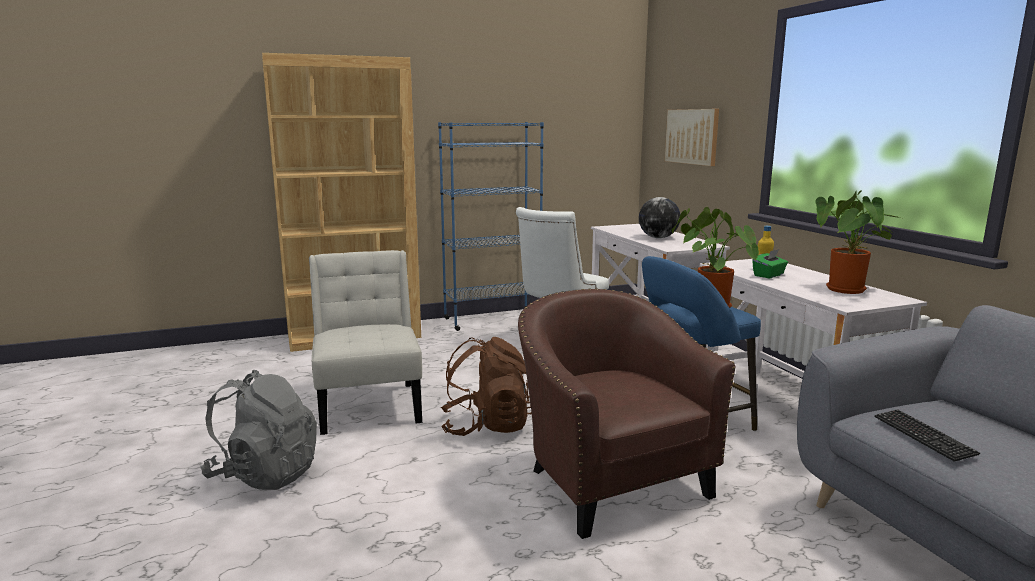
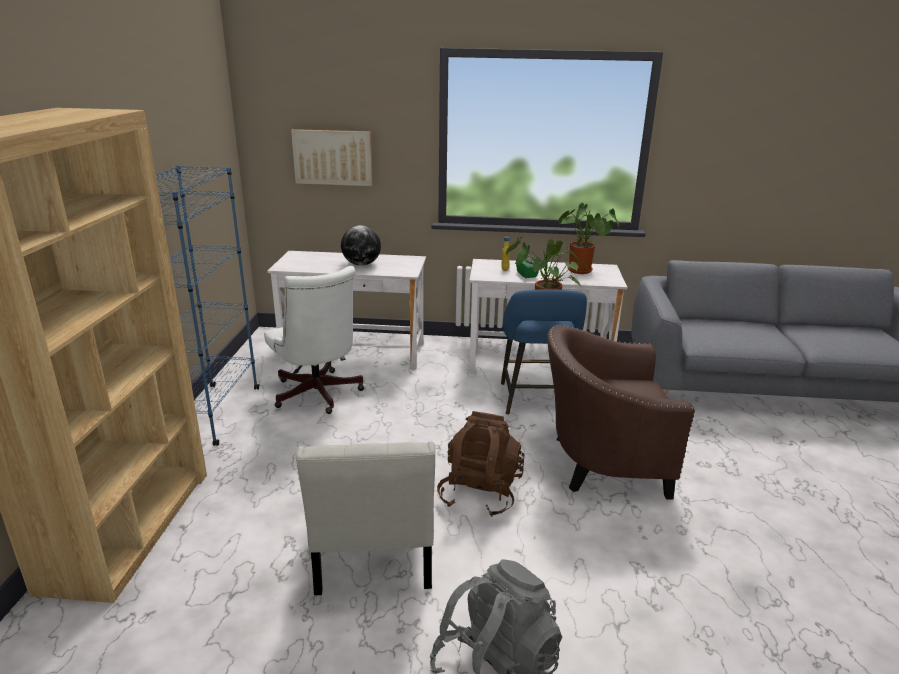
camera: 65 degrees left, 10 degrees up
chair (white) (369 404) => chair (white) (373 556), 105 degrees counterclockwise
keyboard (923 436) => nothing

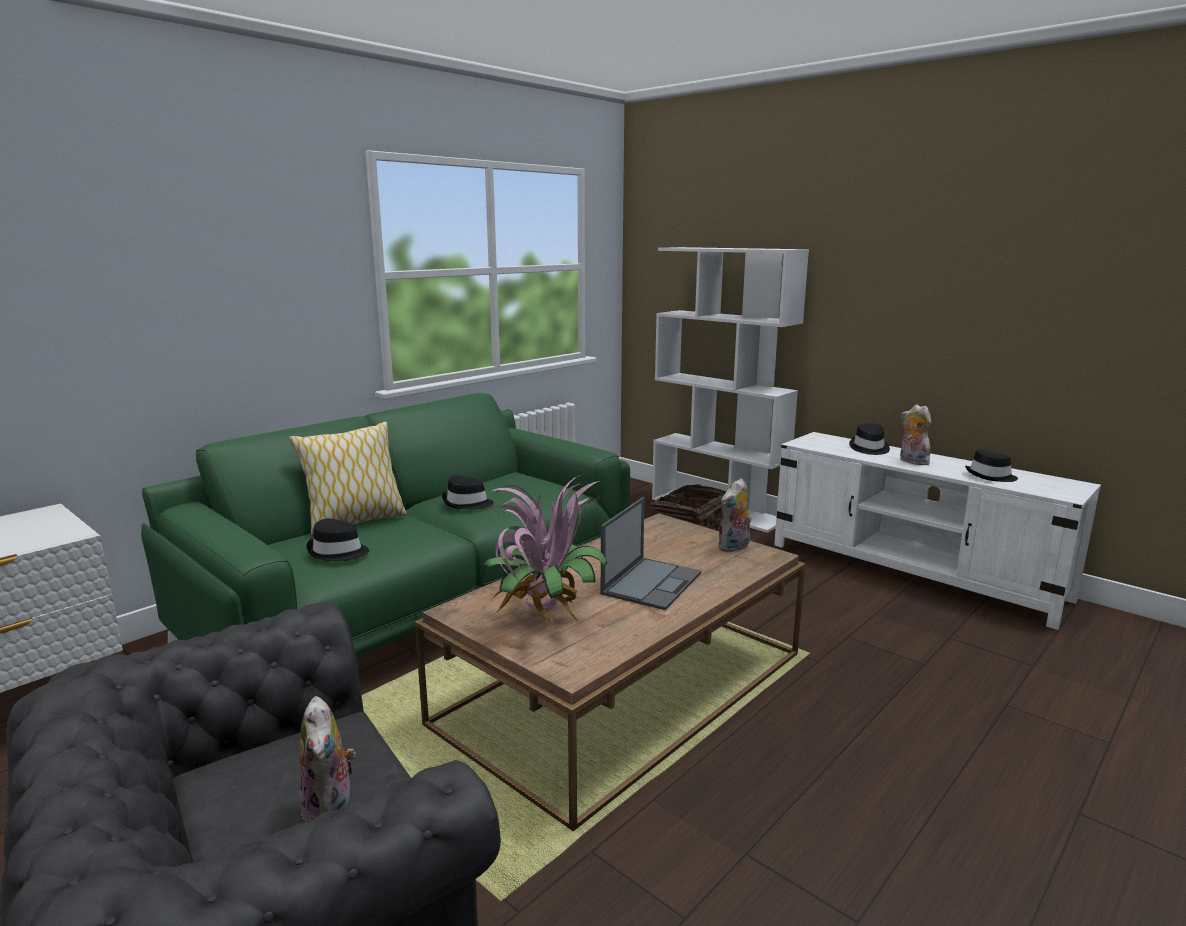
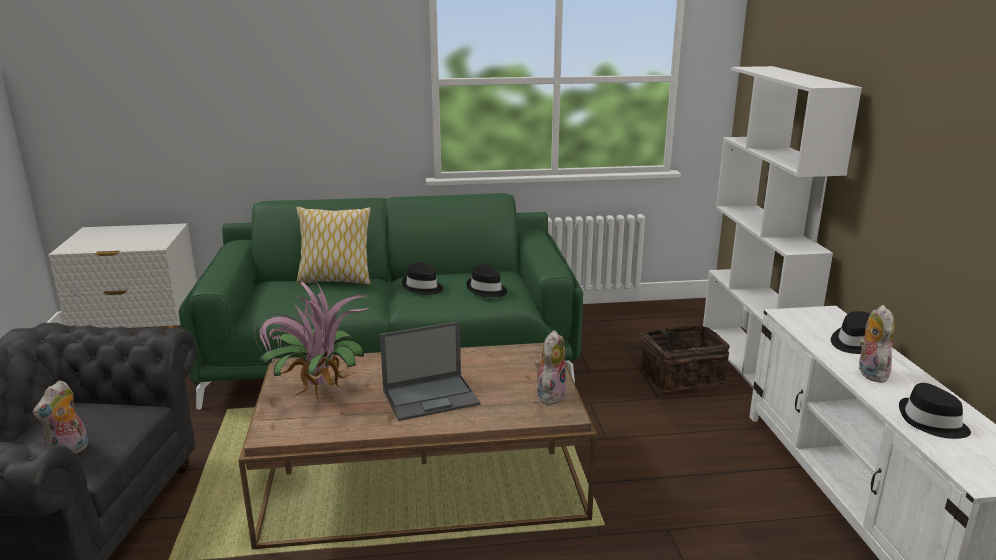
camera: 40 degrees right, 5 degrees up
hat (black) (337 552) => hat (black) (487 289), move
plush toy (734 547) => plush toy (550 394), 120 degrees clockwise

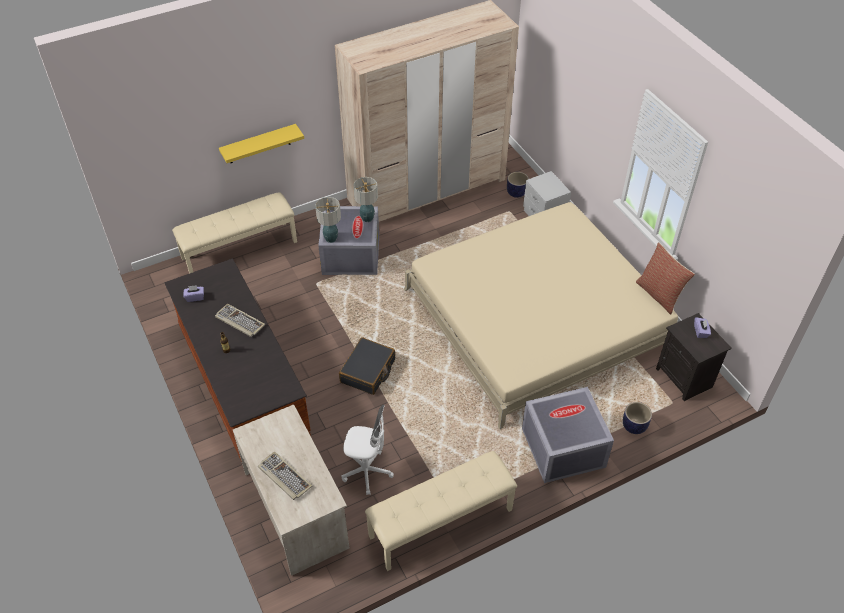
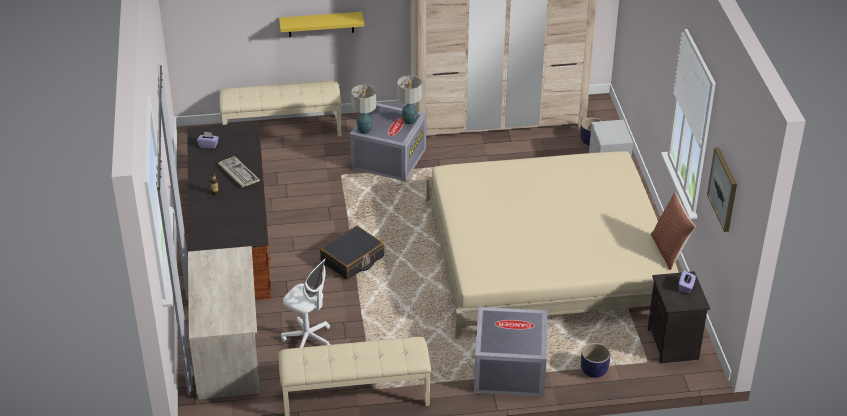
camera: 20 degrees right, 10 degrees down
nothing => picture (723 189)
keyboard (284 477) => nothing

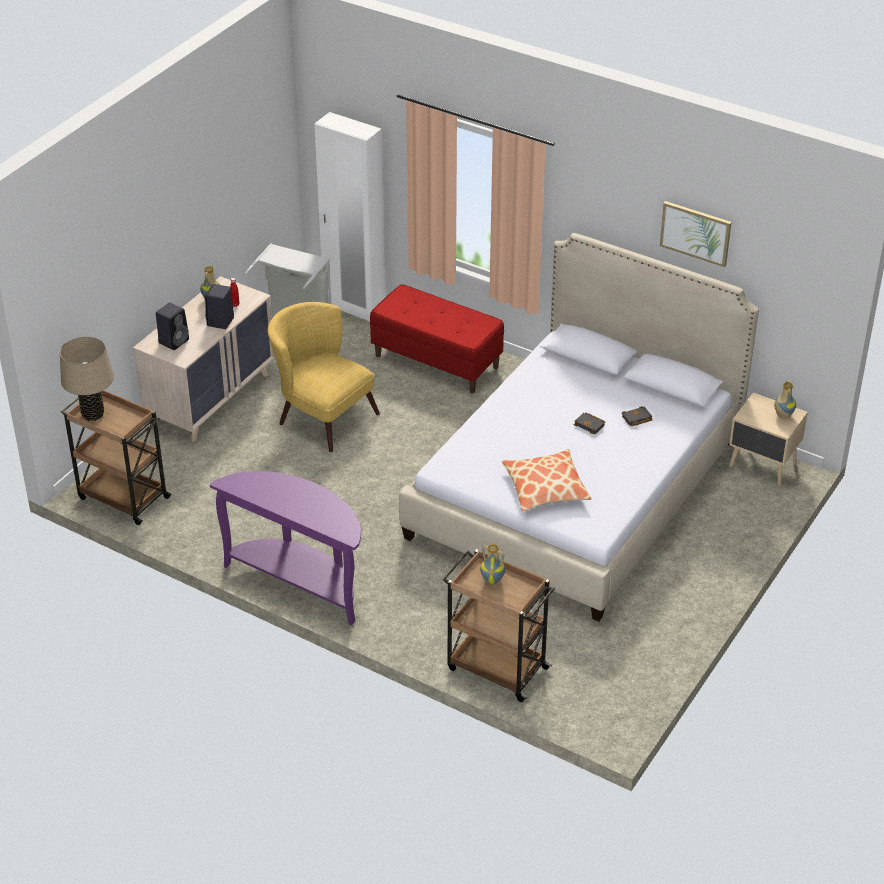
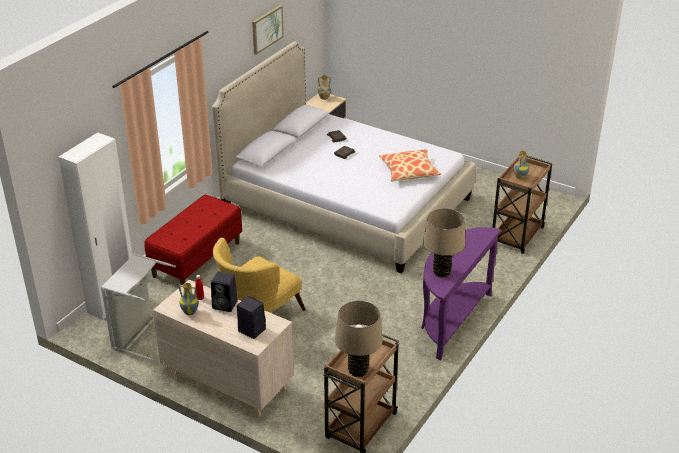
camera: 90 degrees left, 5 degrees down
nothing => table lamp (beige) (441 272)

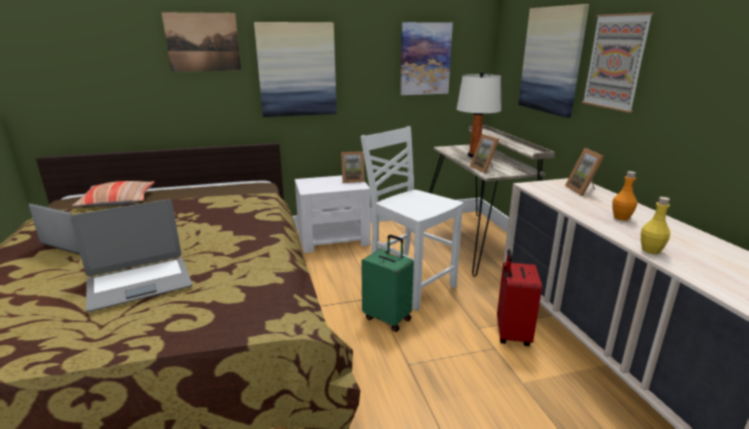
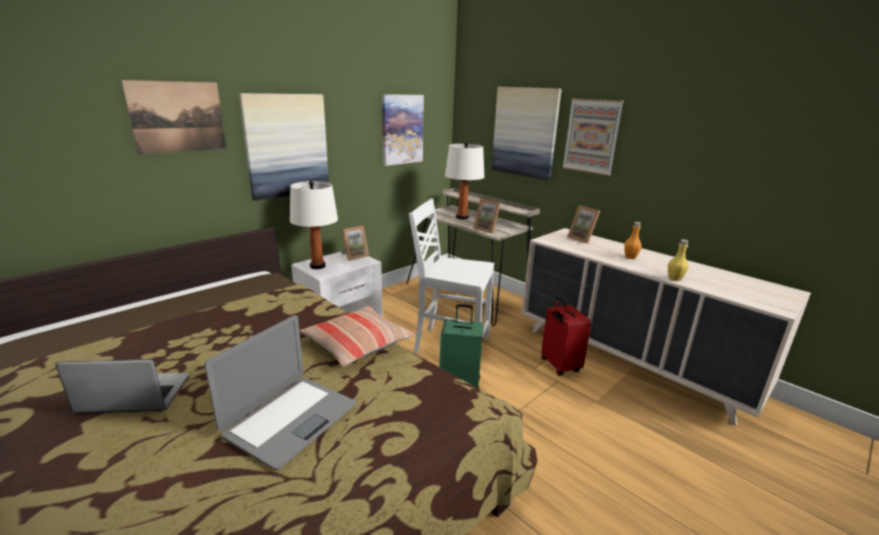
camera: 30 degrees left, 0 degrees up
nothing => table lamp (white) (317 266)
pillow (118 201) => pillow (357 344), move

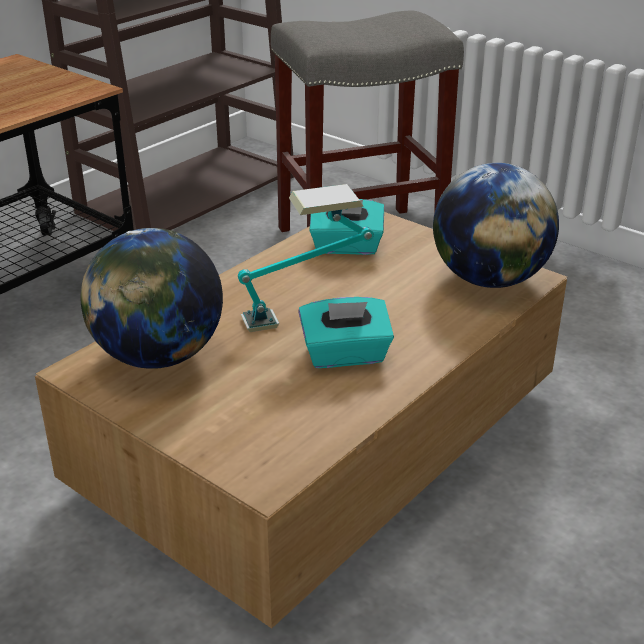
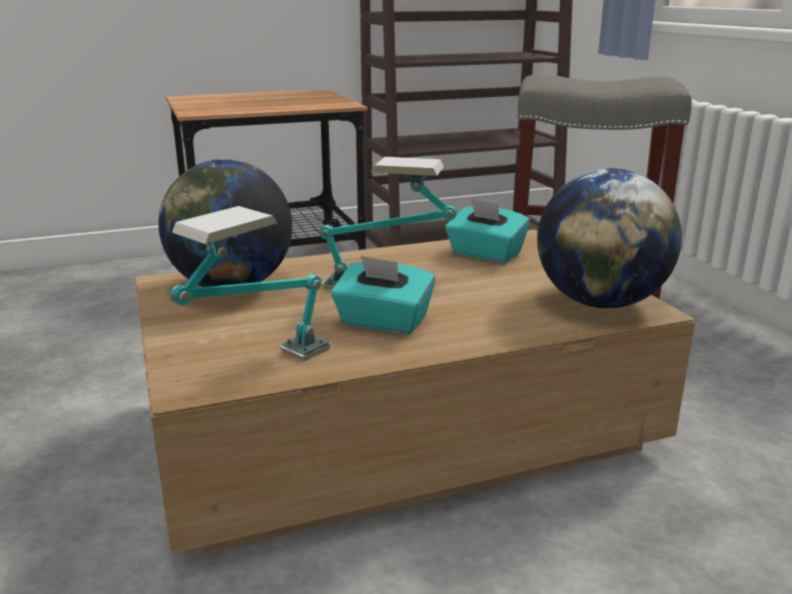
camera: 30 degrees right, 10 degrees down
nothing => table lamp (260 370)

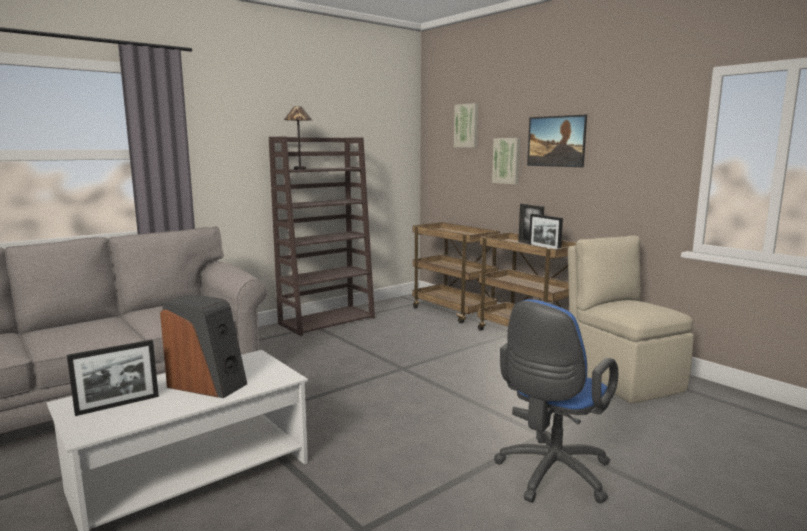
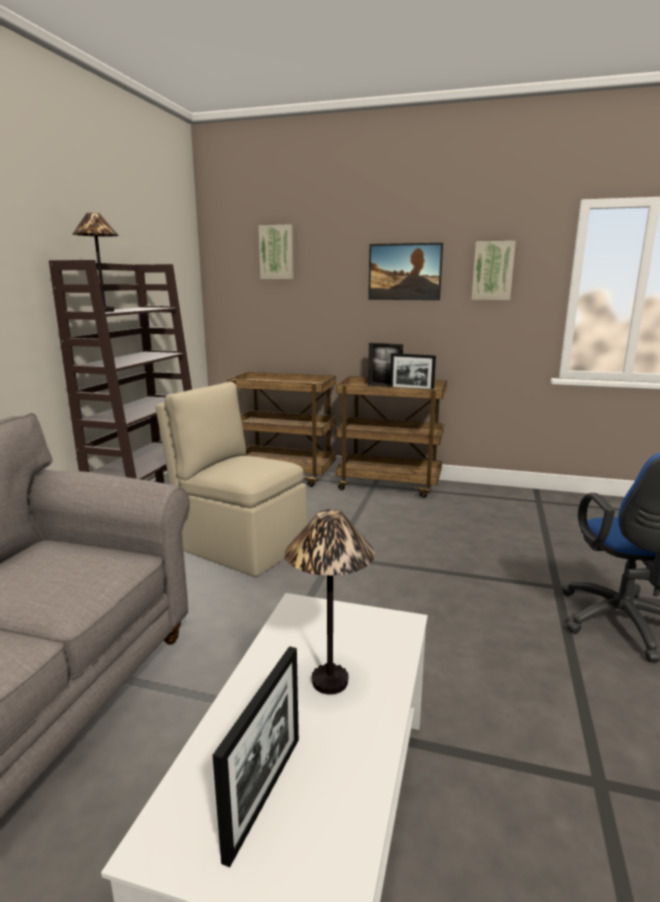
camera: 35 degrees left, 5 degrees up
chair (beige) (621 378) => chair (beige) (239 545), move
speaker (208 384) => table lamp (329 681)
picture (507 160) => picture (493 271), move

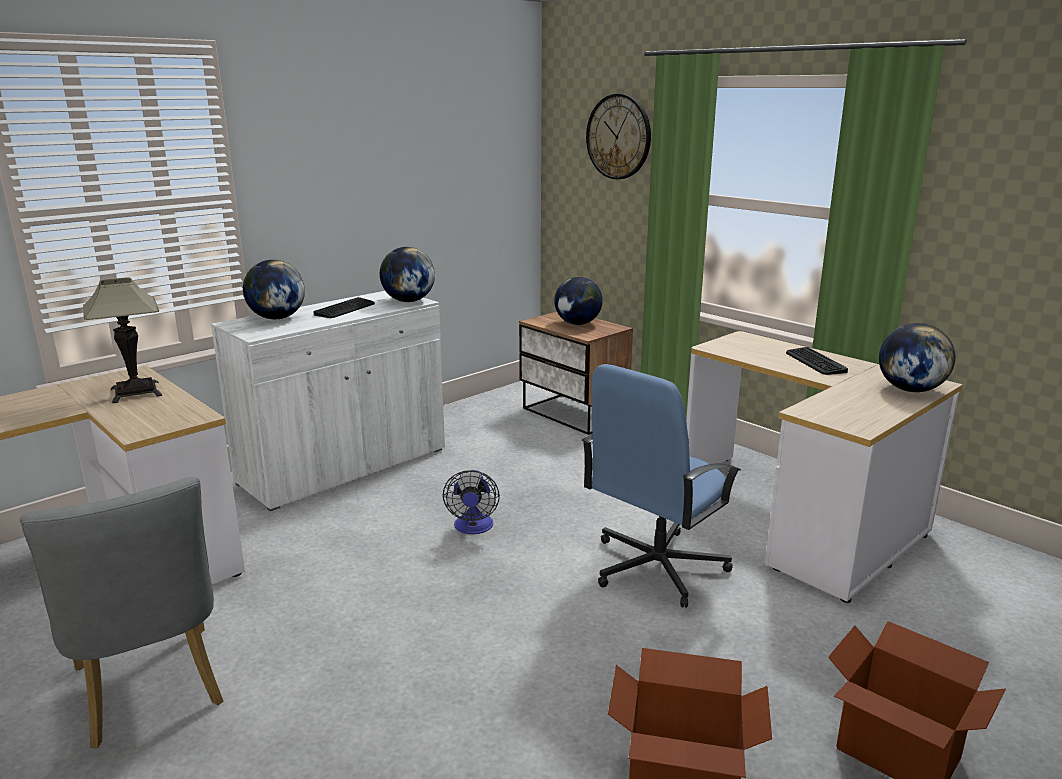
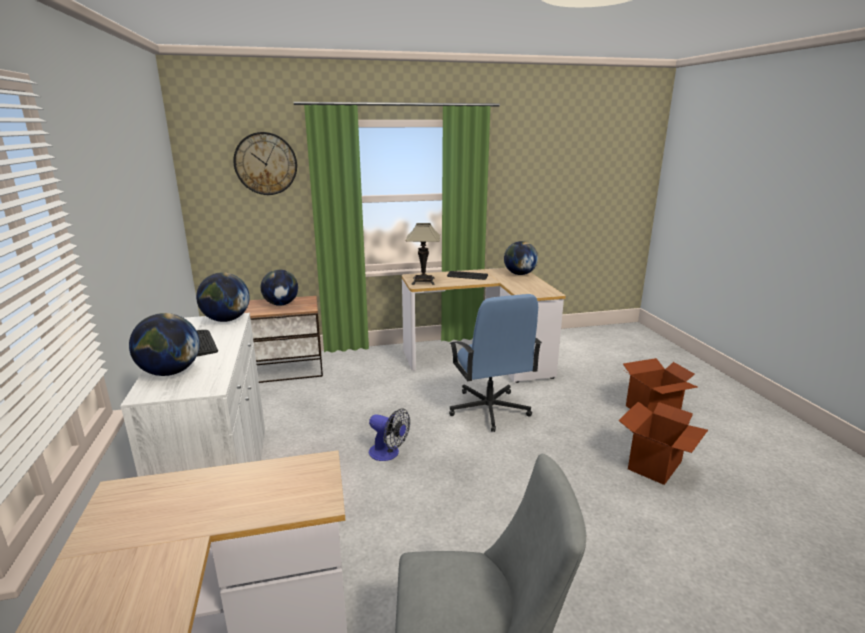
camera: 60 degrees left, 0 degrees up
table lamp (136 392) => table lamp (423 281), move

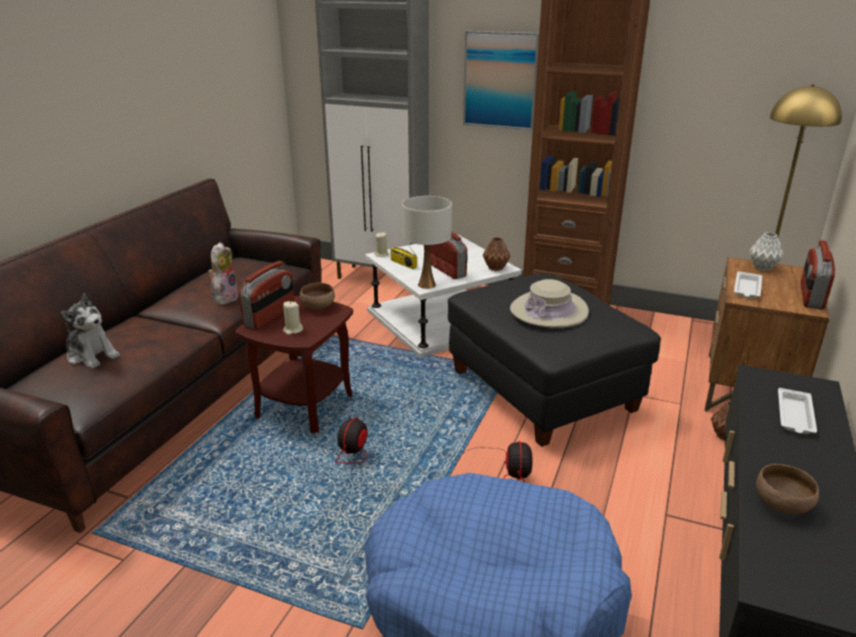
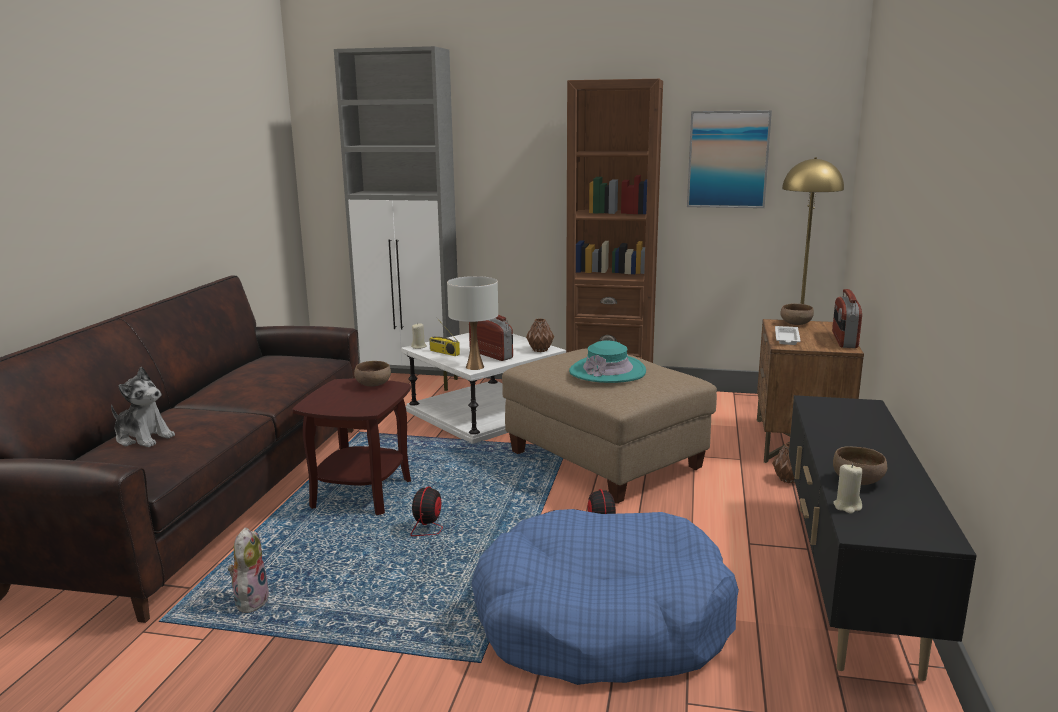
camera: 10 degrees left, 10 degrees down
plush toy (225 298) => plush toy (251 600), move
ottoman (black) (543 392) => ottoman (beige) (605 461)
hat (beige) (549 311) => hat (turquoise) (607 371)
picture (500 80) => picture (728 159), move
vase (grey) (762 268) => bowl (brown) (796 324)
candle (beige) (293 330) => candle (beige) (847 506), move
radio (270 316) => nothing
tray (white) (795 416) => nothing

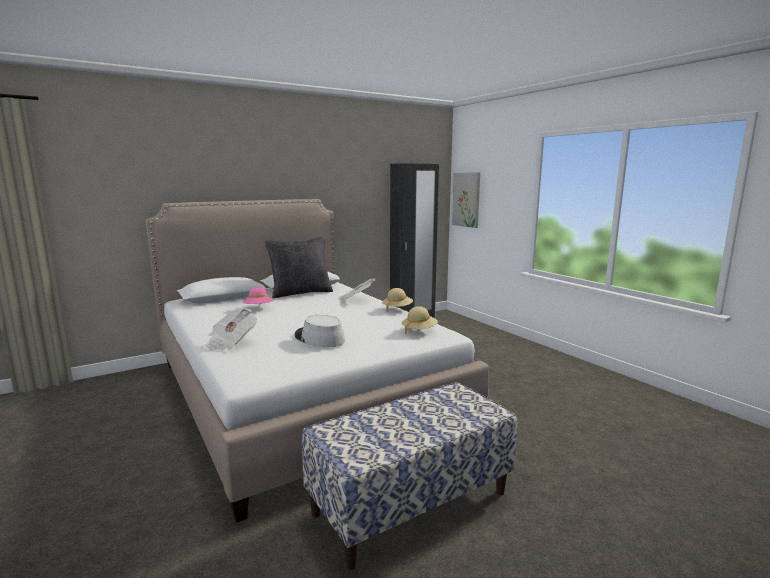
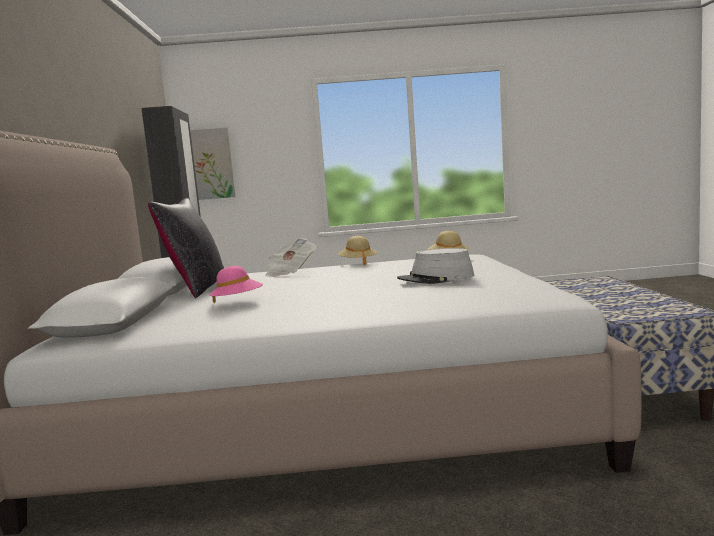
camera: 60 degrees left, 5 degrees down
newspaper (230 343) => nothing

